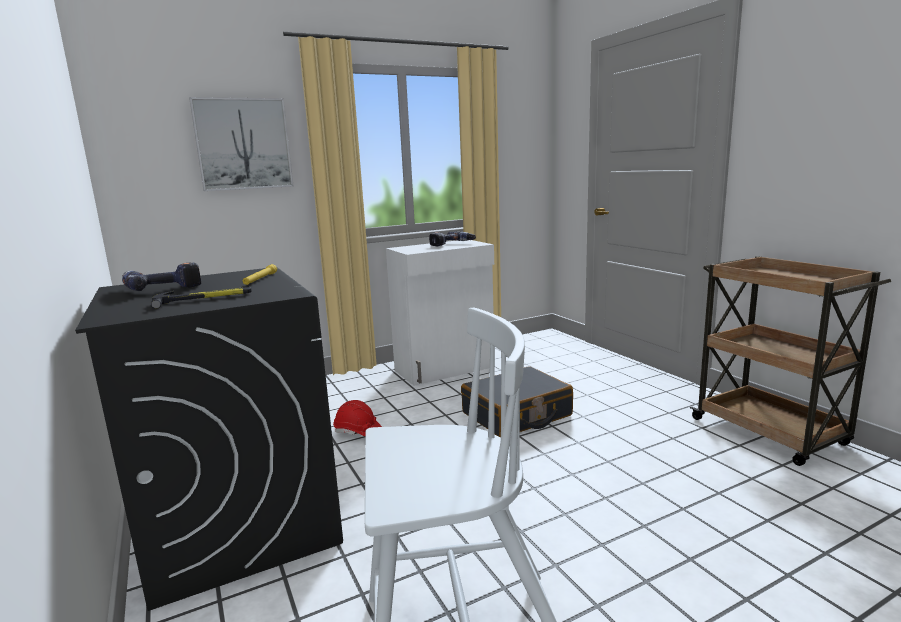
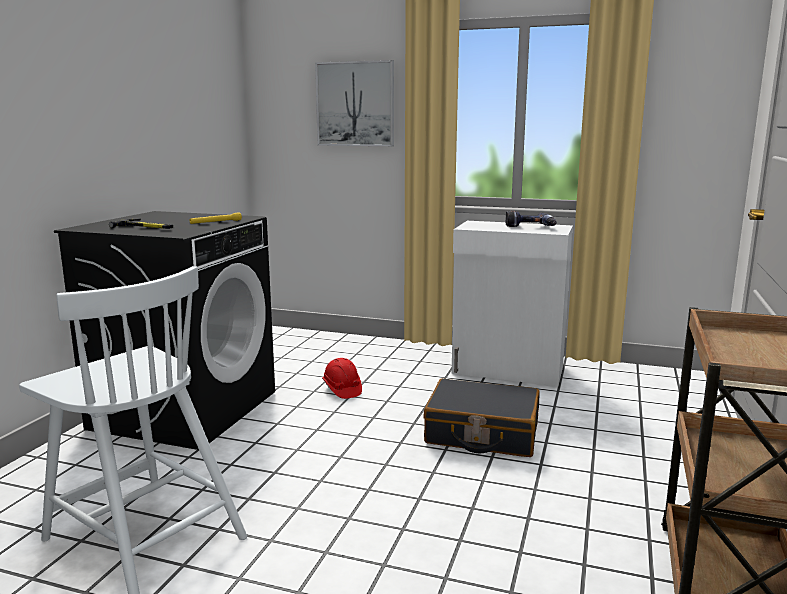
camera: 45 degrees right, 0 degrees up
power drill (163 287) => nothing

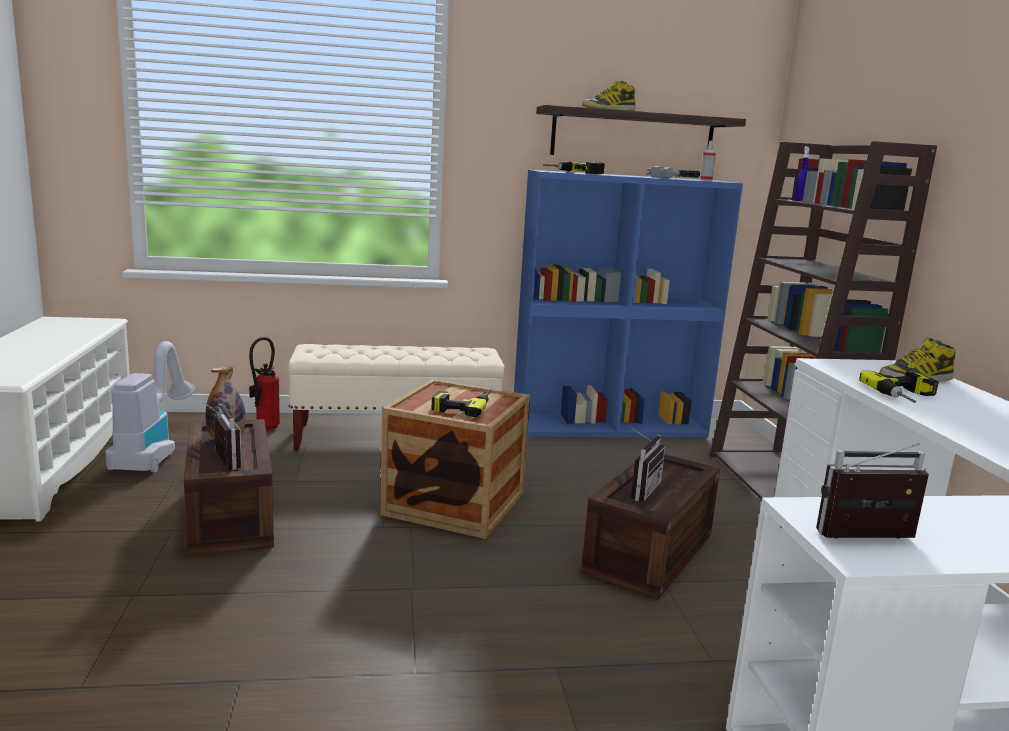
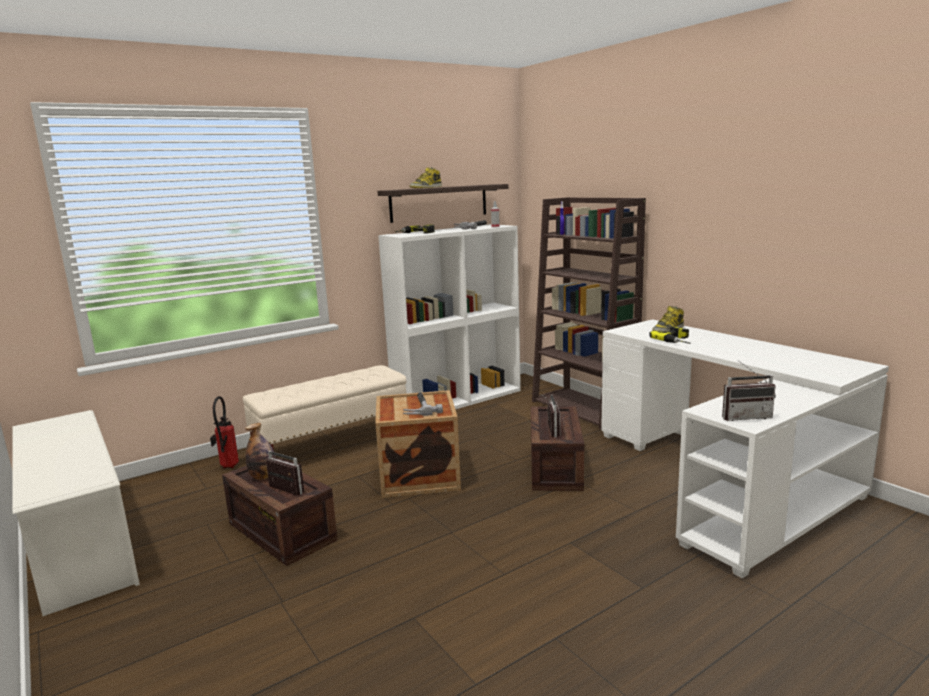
camera: 25 degrees left, 0 degrees up
bookcase (blue) (609 425) => bookcase (white) (458 399)
power drill (463 405) => hammer (420 408)
radio (869 541) => radio (744 416), 150 degrees counterclockwise
vacuum cleaner (153 452) => nothing

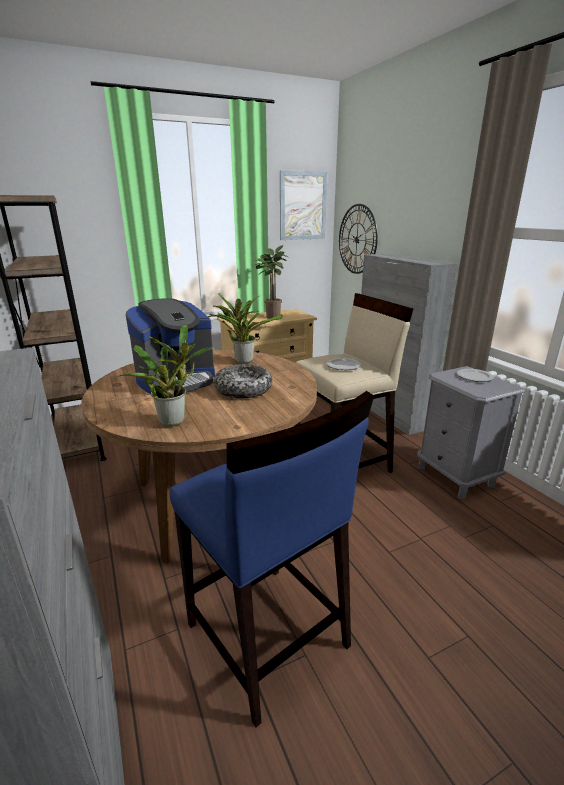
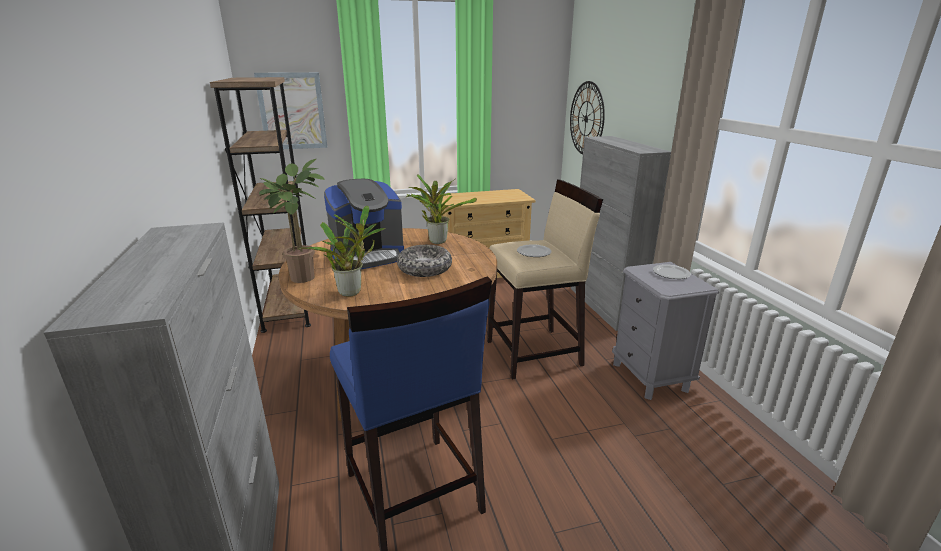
camera: 10 degrees right, 0 degrees up
picture (303 206) => picture (292 111), move
potted plant (272 317) => potted plant (302 276), move

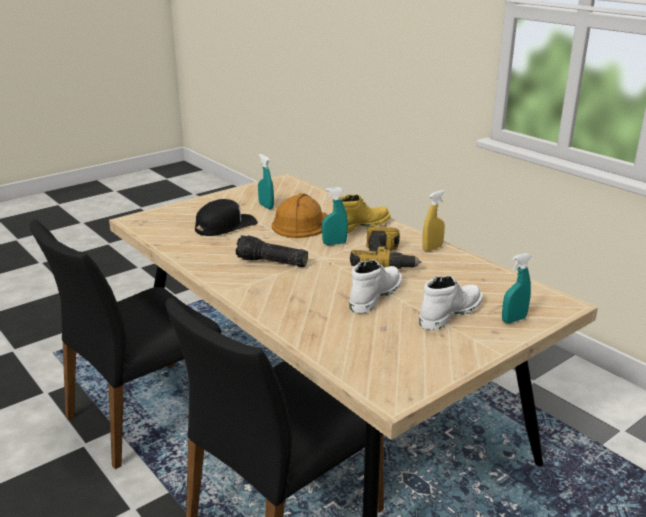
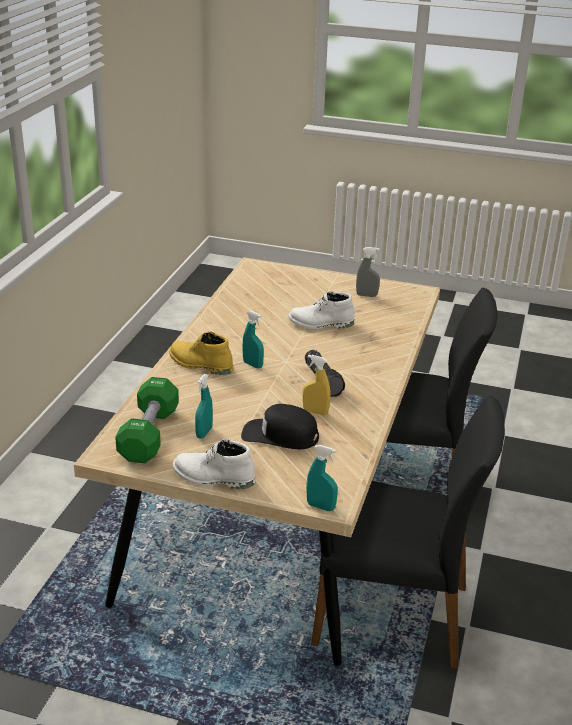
camera: 125 degrees left, 5 degrees up
nothing => dumbbell (green) (149 434)
boot (white) (449 313) => boot (white) (213 478), move
spray bottle (yellow) (432 248) => spray bottle (yellow) (315 412), move
spray bottle (turquoise) (513 320) => spray bottle (turquoise) (320 506), move
nothing => spray bottle (grey) (366 295)
hard hat (orange) (301 224) => nothing
power drill (386 260) => nothing

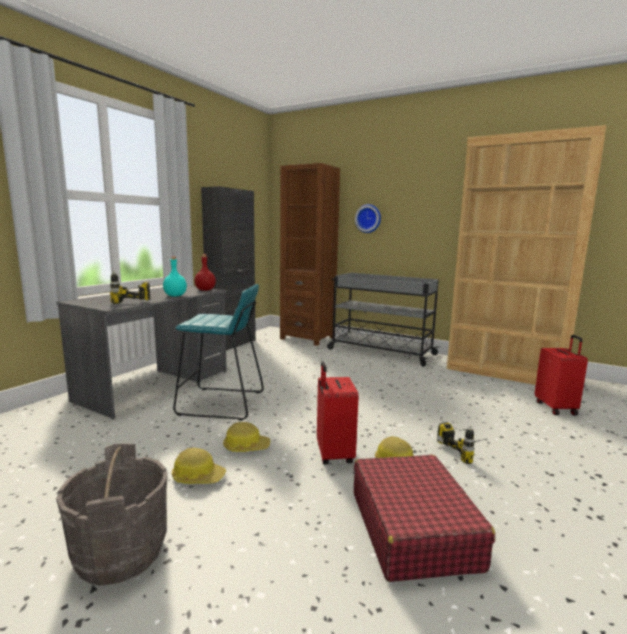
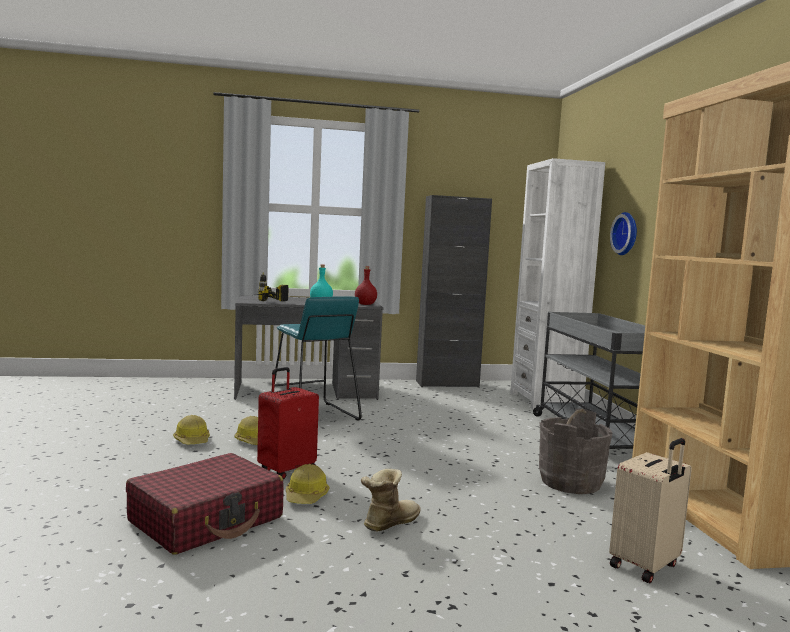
camera: 50 degrees right, 5 degrees down
power drill (467 451) => boot (388 523)
bookcase (brown) (307 338) => bookcase (white) (545 401)
bucket (grey) (120 552) => bucket (grey) (570 482), move
suitcase (red) (556 408) => suitcase (beige) (646 566)

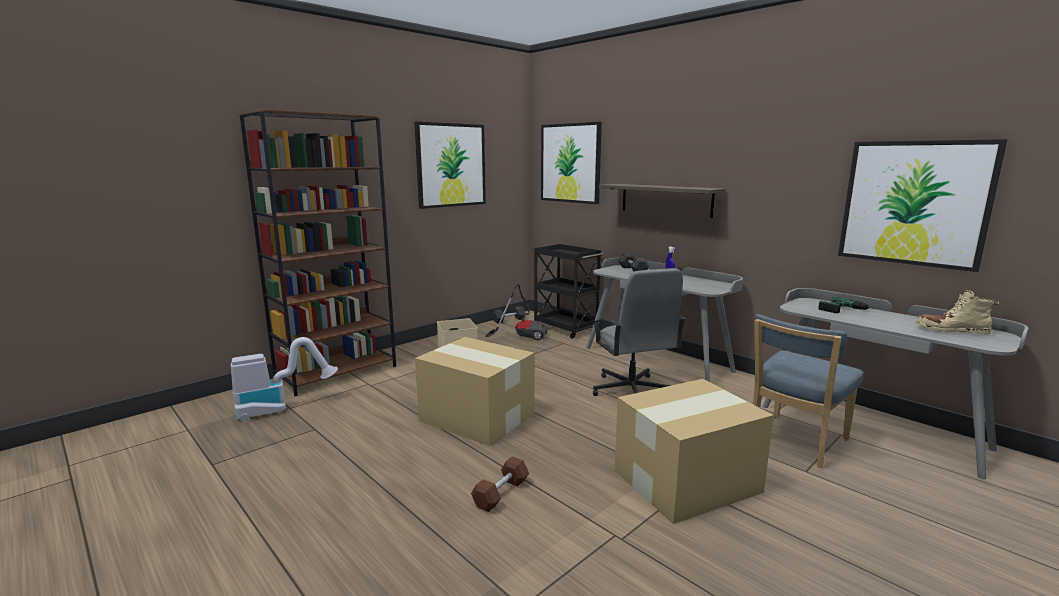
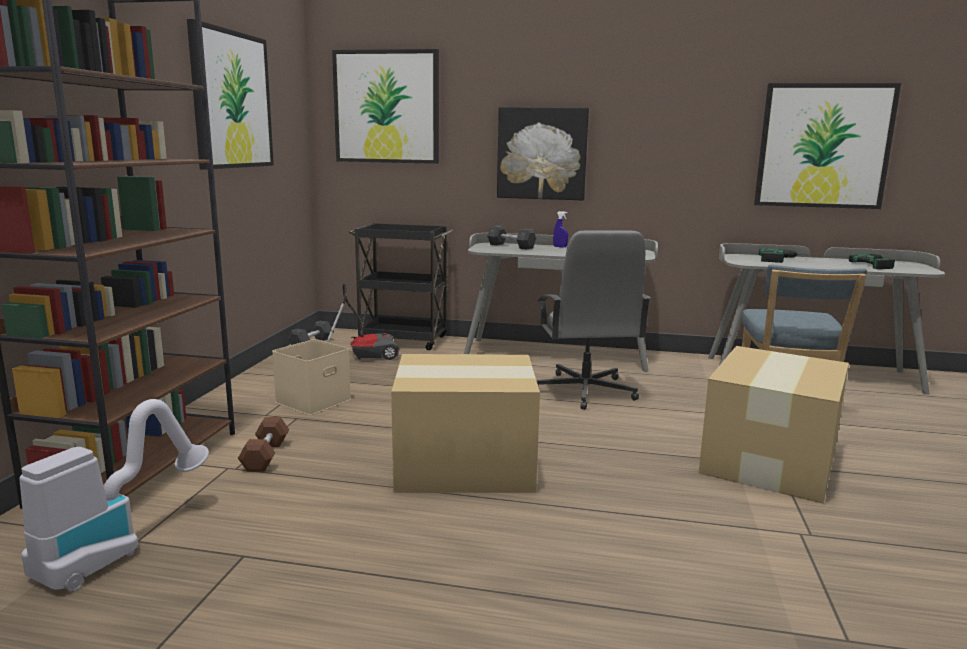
camera: 35 degrees left, 0 degrees up
dumbbell (brown) (501 493) => dumbbell (brown) (265 456), move
shelf (665 200) => picture (542 153)
office chair (grey) (631 391) => office chair (grey) (584 391), 45 degrees clockwise
boot (beige) (951 331) => power drill (880 265)

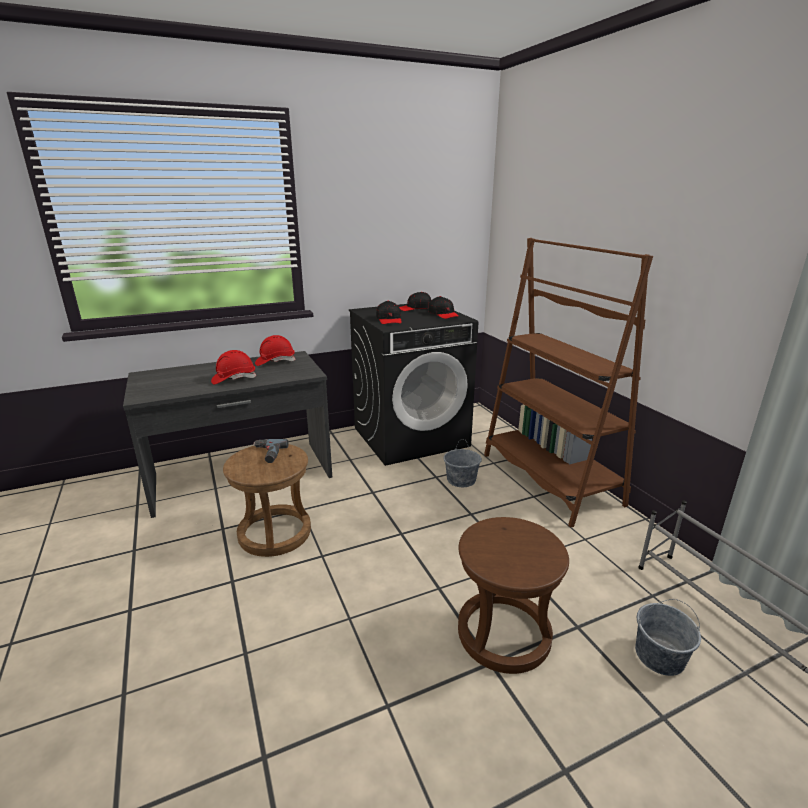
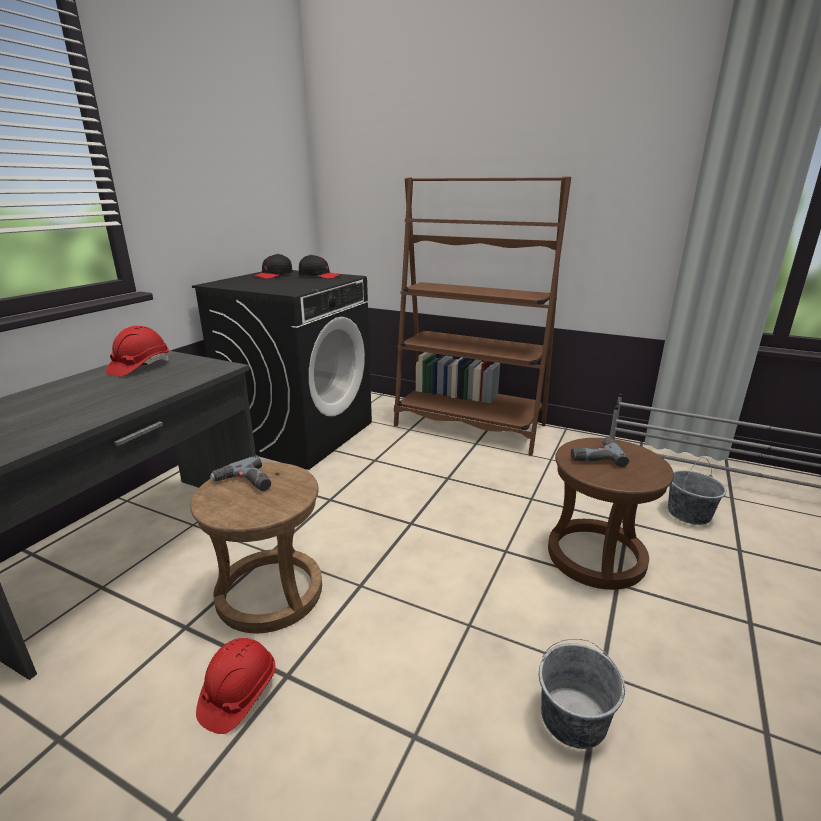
camera: 40 degrees left, 0 degrees up
hard hat (red) (234 379) => hard hat (red) (238 694), move
bucket (grey) (461 480) => bucket (grey) (573 718), move
nothing => power drill (594 456)
cap (black) (389 319) => nothing

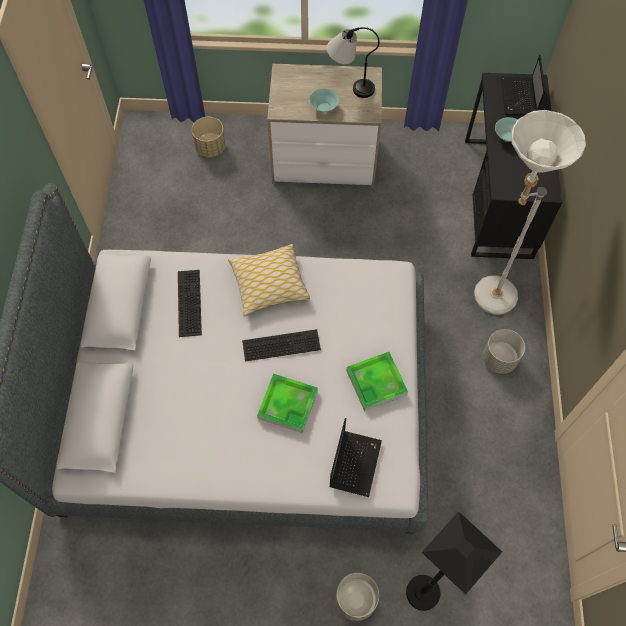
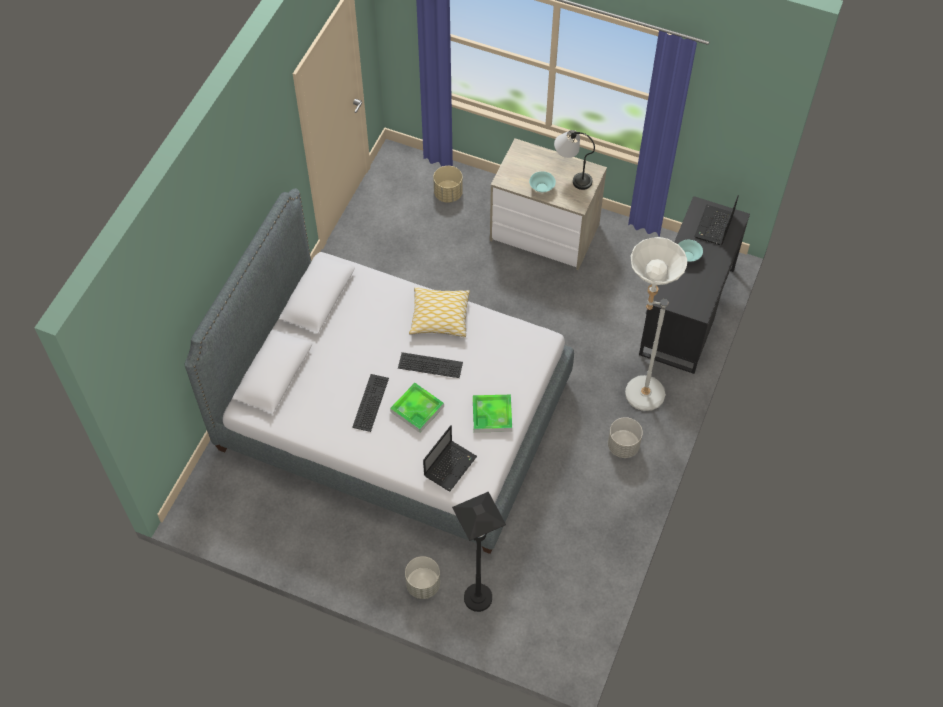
camera: 20 degrees right, 5 degrees down
keyboard (188 302) => keyboard (369 401), move

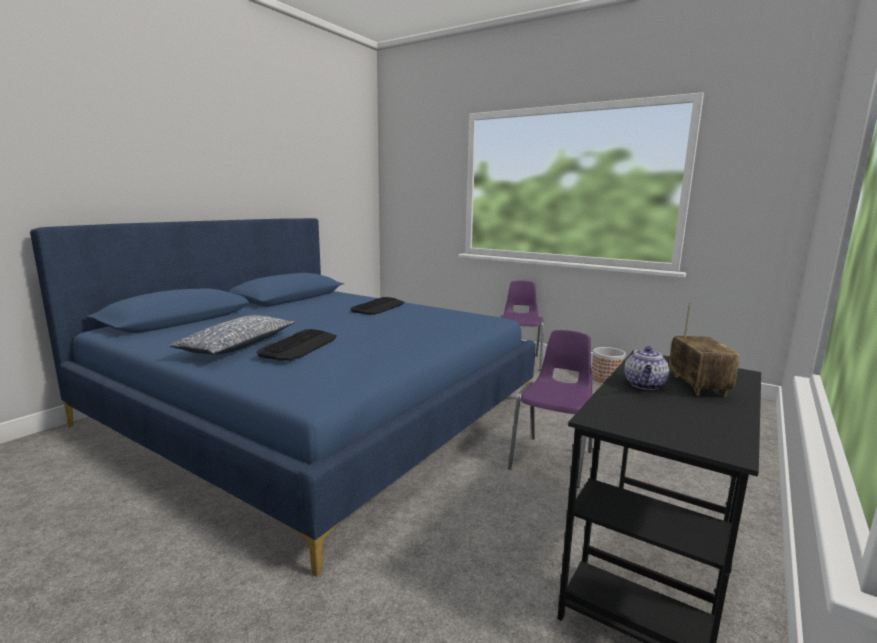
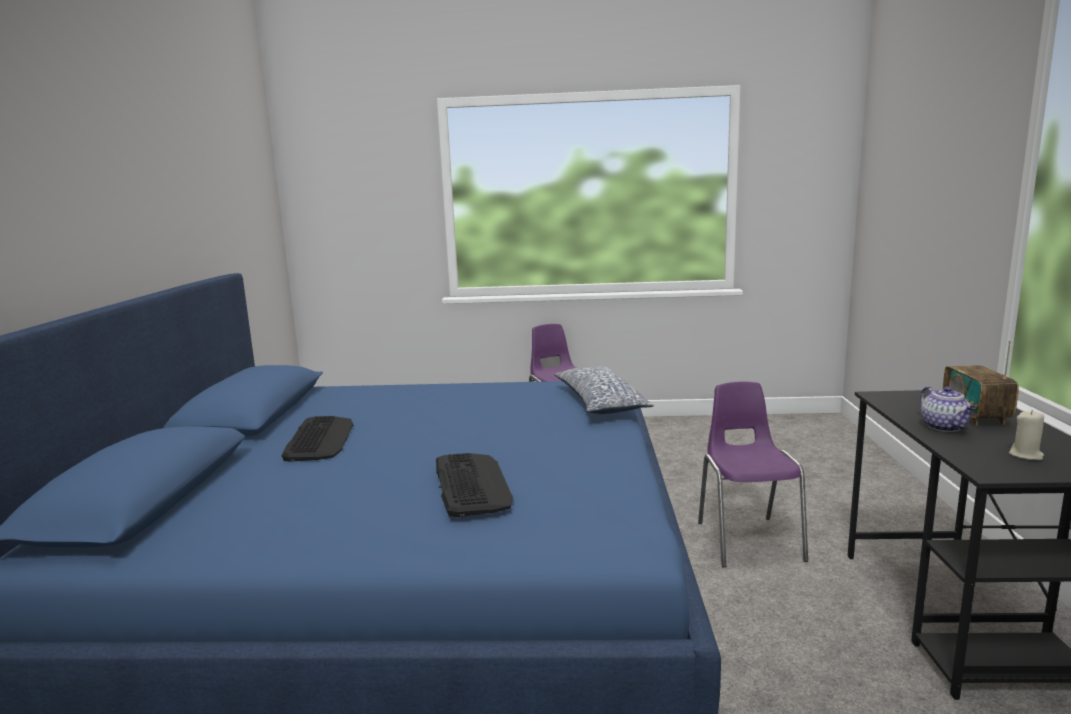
camera: 30 degrees left, 0 degrees up
keyboard (379 307) => keyboard (320 439), move
pillow (237 346) => pillow (599 403), move
radio (697 386) => radio (975 416), 150 degrees counterclockwise
nothing => candle (beige) (1026 455)
planter (606 378) => nothing

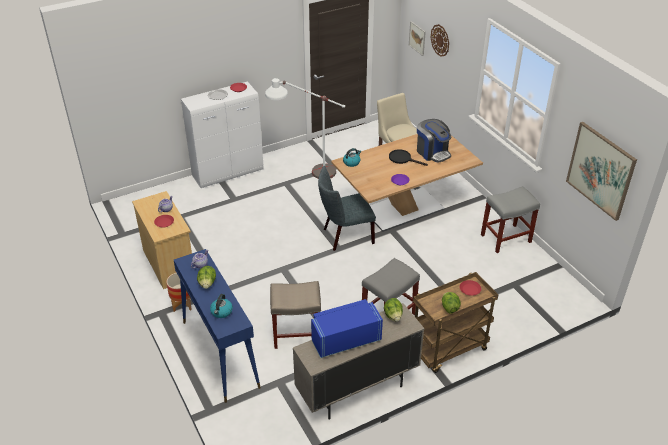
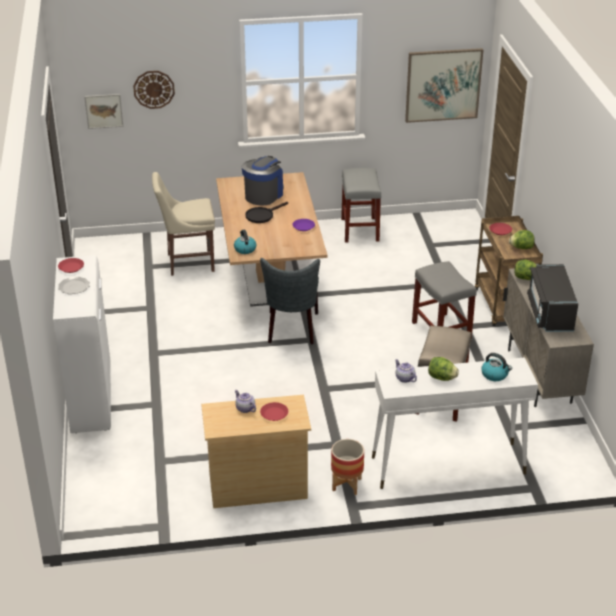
camera: 70 degrees left, 5 degrees down
coffee machine (432 152) => coffee machine (263 195), 45 degrees counterclockwise
console table (blue) (220 353) => console table (white) (447 465)
microwave (blue) (345 340) => microwave (black) (550 313)
floor lamp (white) (306 174) => nothing

